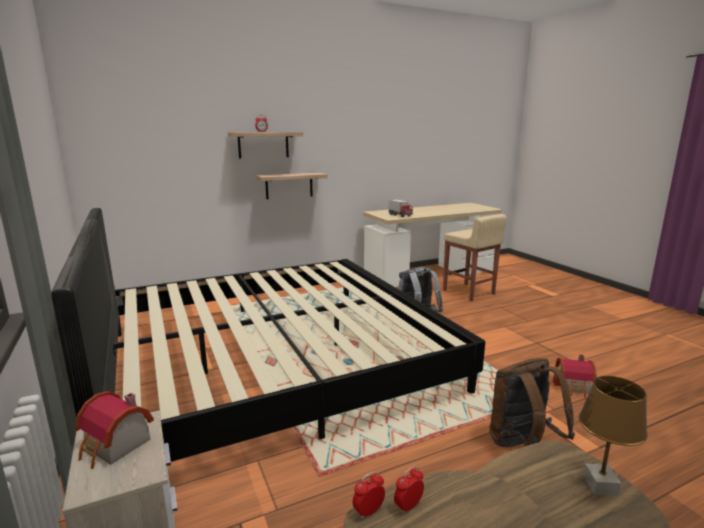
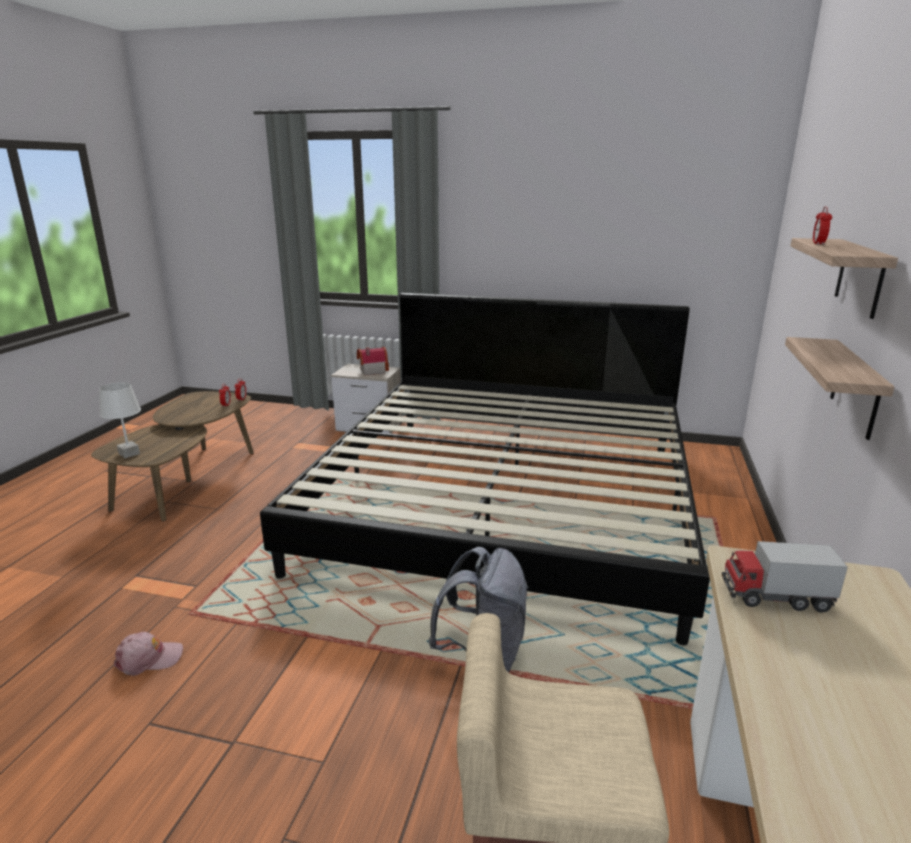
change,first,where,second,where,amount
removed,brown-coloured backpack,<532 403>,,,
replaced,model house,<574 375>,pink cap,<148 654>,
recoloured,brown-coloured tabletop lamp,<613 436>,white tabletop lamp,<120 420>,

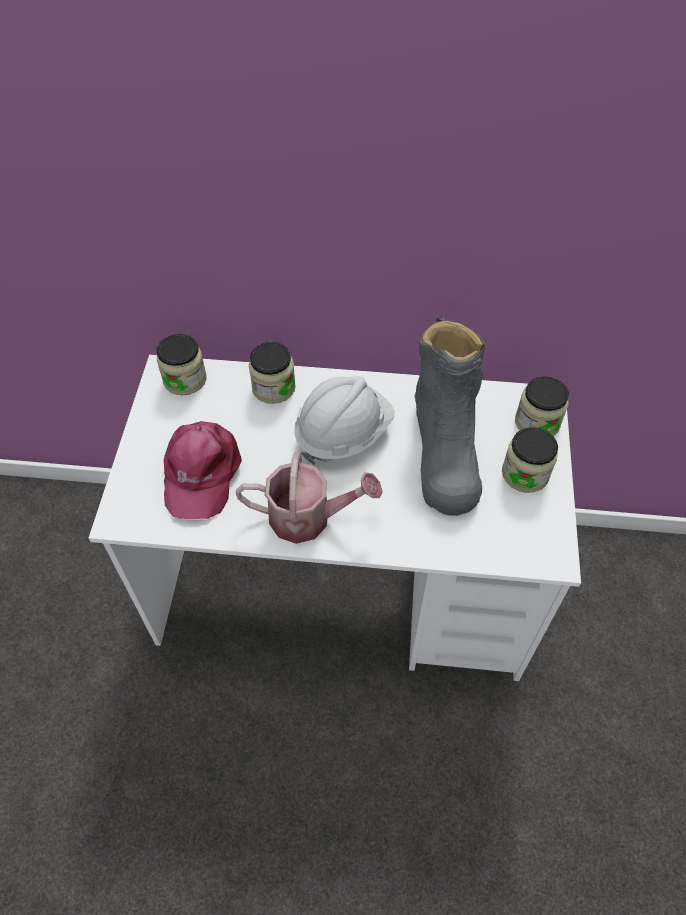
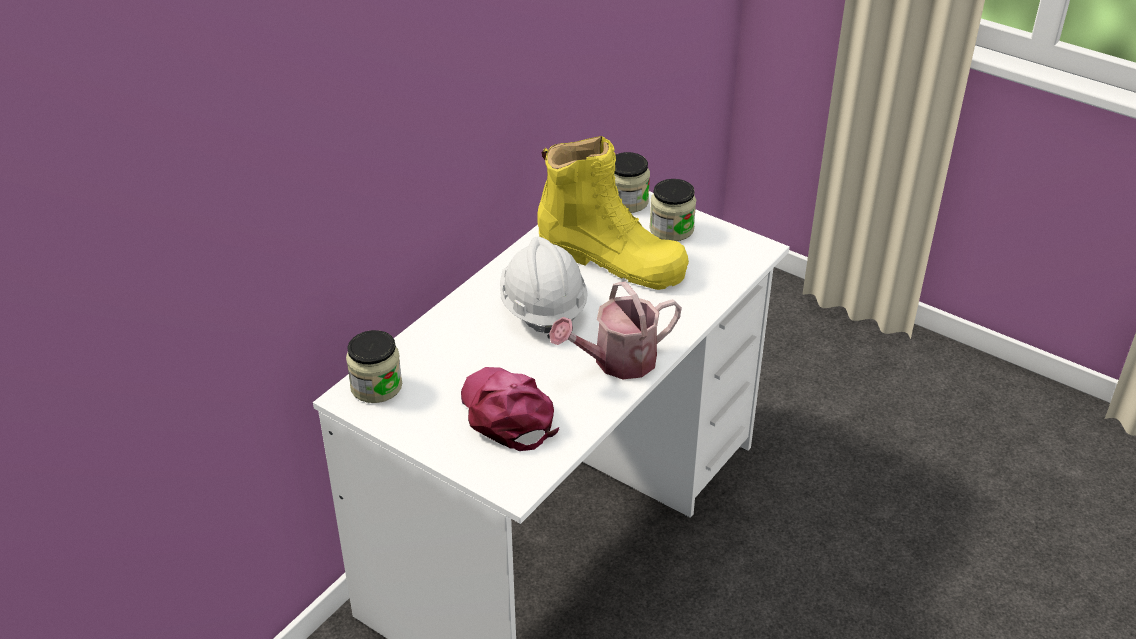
change,first,where,second,where,amount
turned,pink cap,<203 470>,,<510 409>,150 degrees counterclockwise
turned,sprinkling can,<308 498>,,<615 330>,150 degrees counterclockwise
removed,jar,<272 373>,,,
recoloured,gray tall boot,<450 416>,yellowish tall boot,<613 213>,

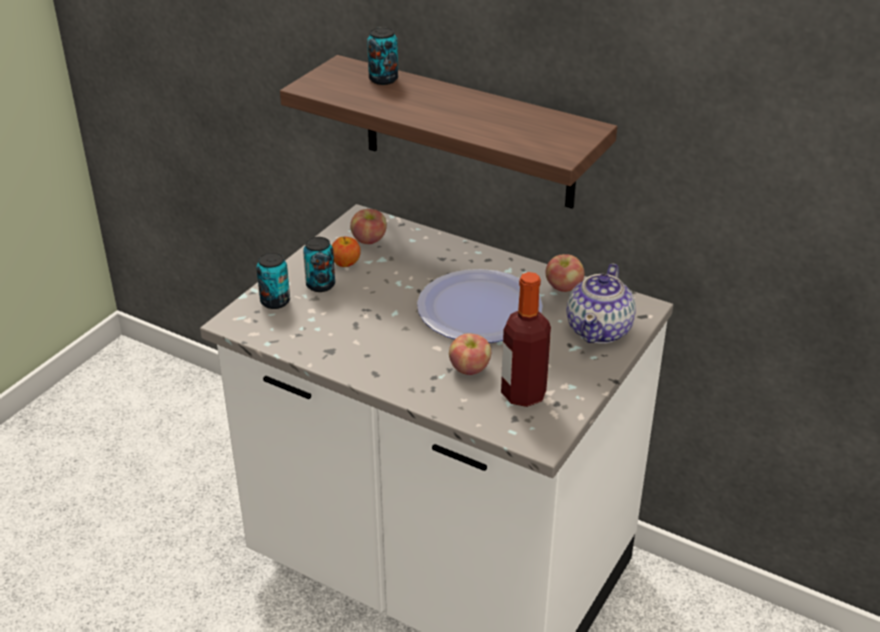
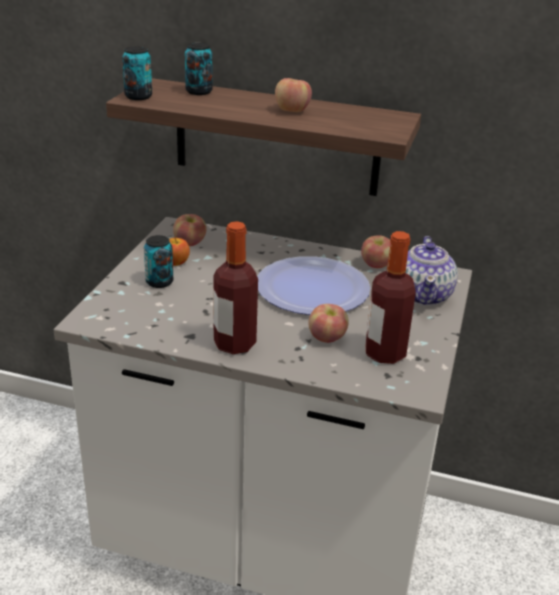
change,first,where,second,where,amount
moved,metal can,<273 281>,,<137 73>,
added,,,drink bottle,<235 287>,
added,,,apple,<293 95>,

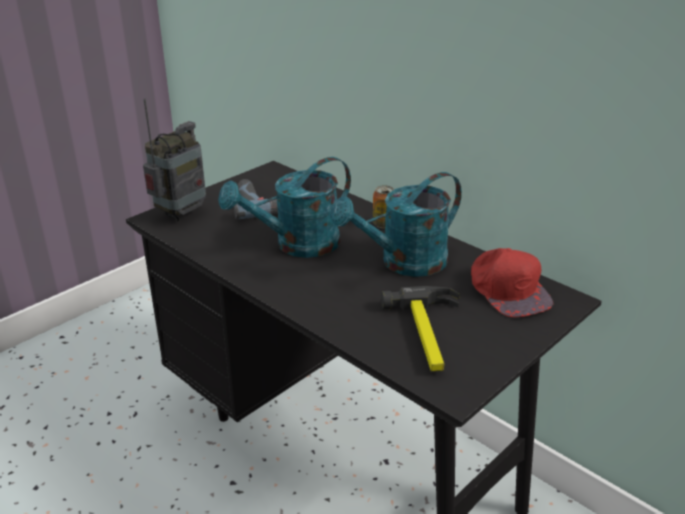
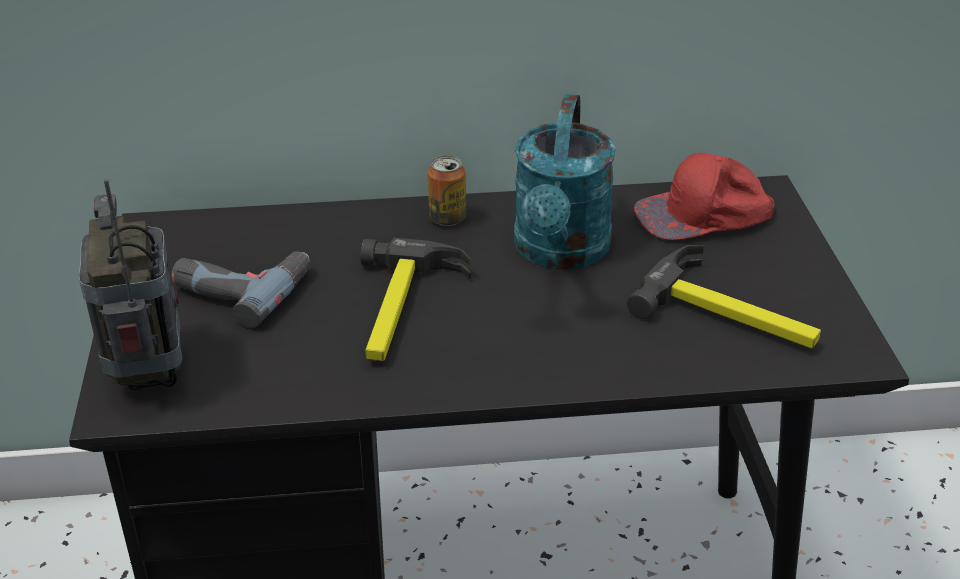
change,first,where,second,where,amount
replaced,turquoise sprinkling can,<284 207>,hammer,<415 299>,
turned,red cap,<512 282>,,<704 196>,150 degrees clockwise

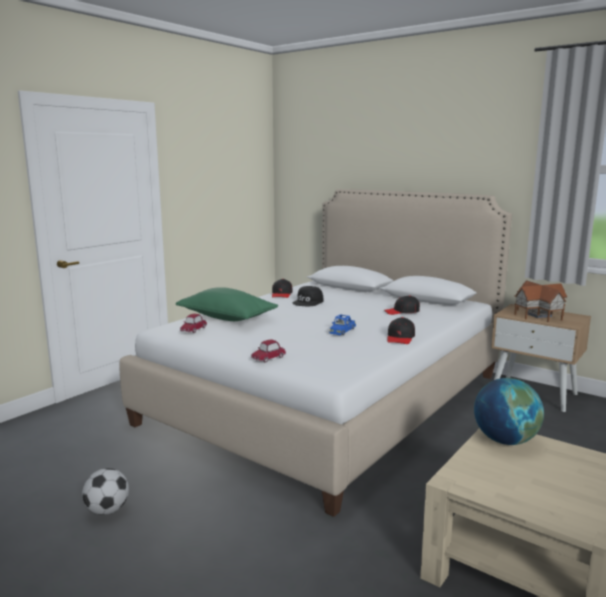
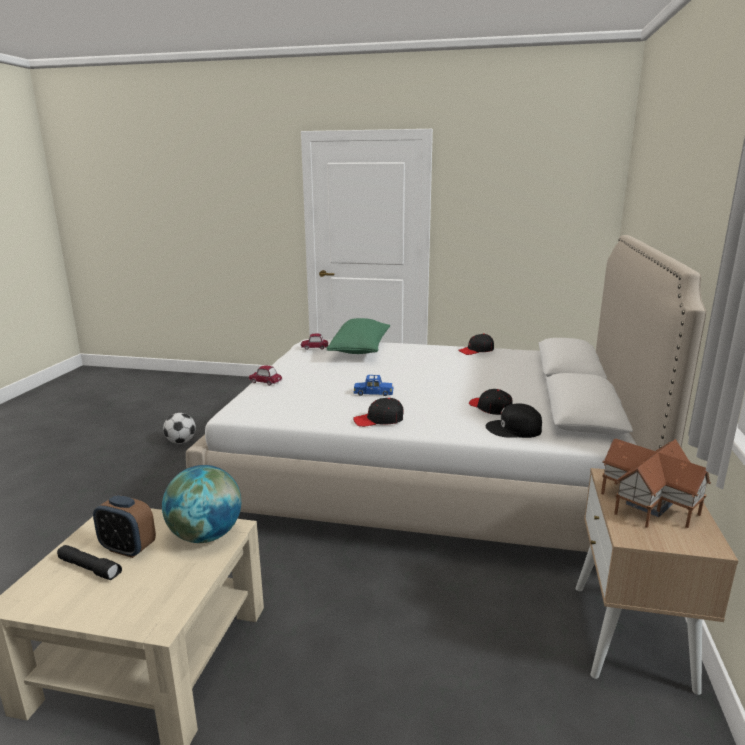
change,first,where,second,where,amount
moved,blackish cap,<307 296>,,<514 420>,
added,,,blackish torch,<89 562>,
added,,,table clock,<124 526>,

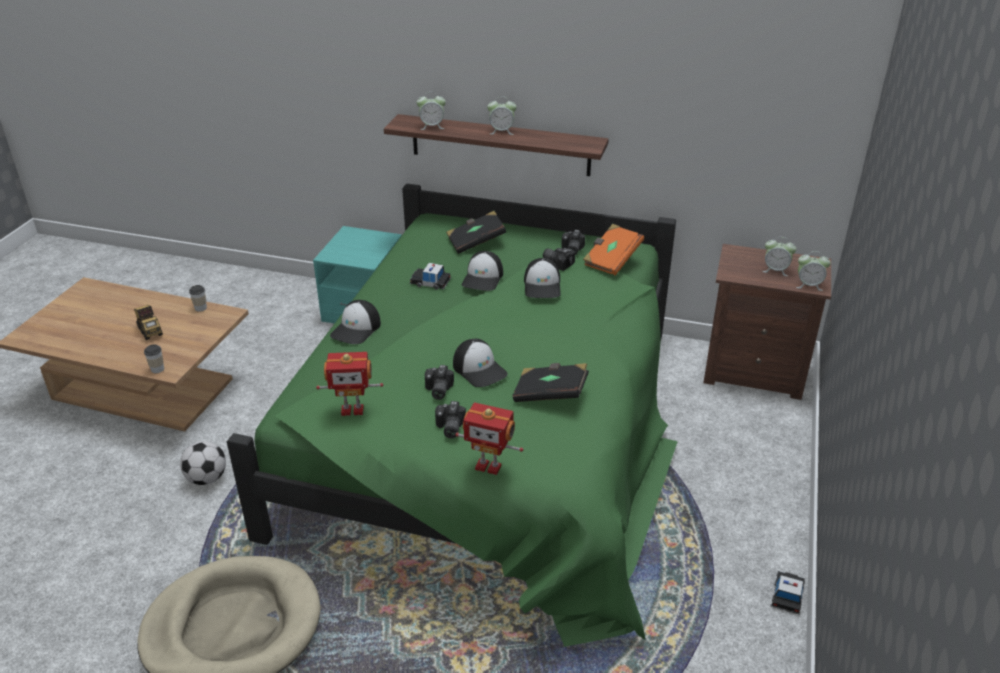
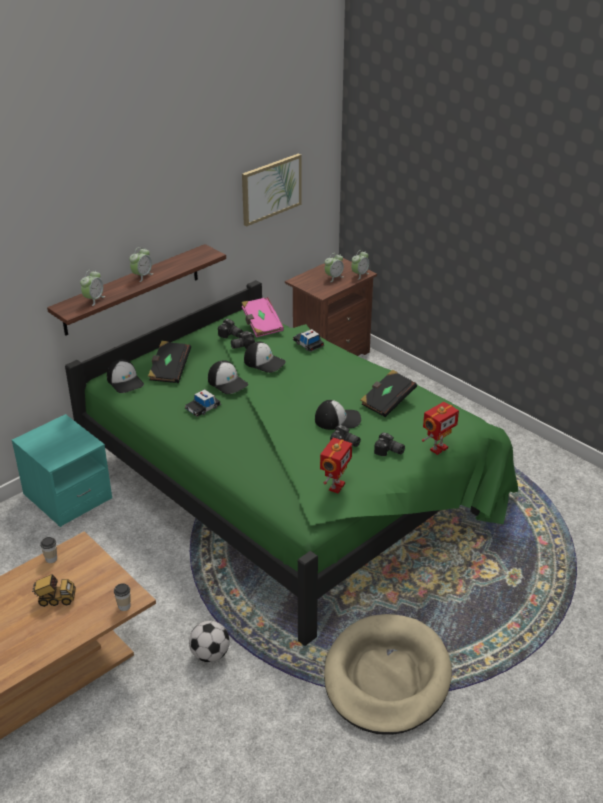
change,first,where,second,where,amount
moved,cap,<355 322>,,<125 376>,
recoloured,orange-coloured bound book,<613 249>,pink bound book,<262 317>,
moved,miniature car,<787 593>,,<309 340>,
added,,,wall picture,<271 189>,

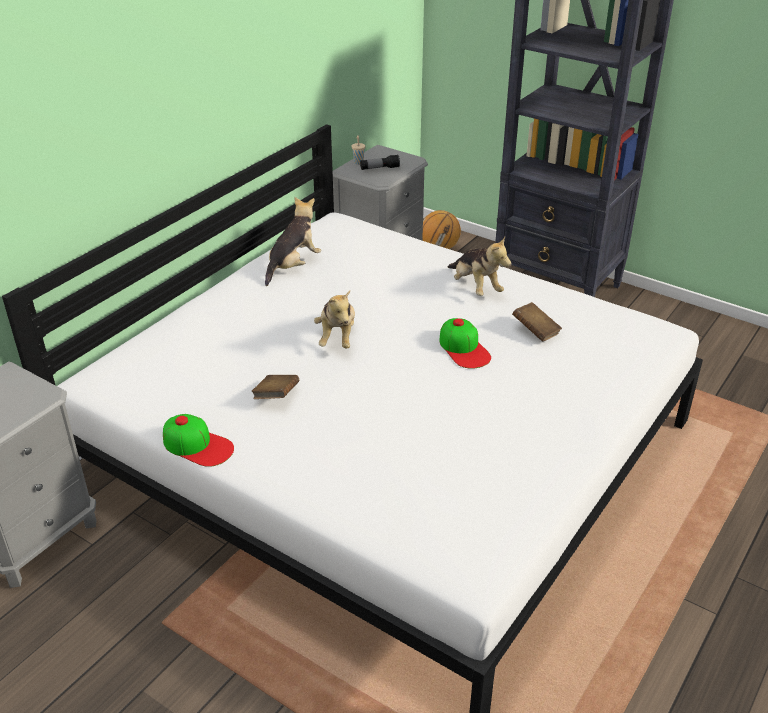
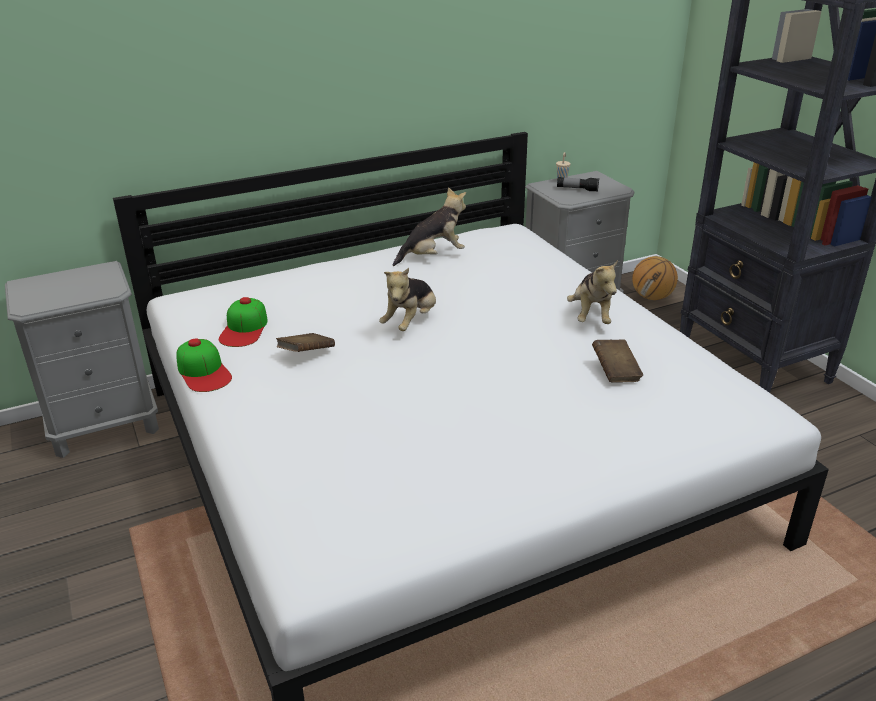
change,first,where,second,where,amount
moved,cap,<465 343>,,<243 322>,

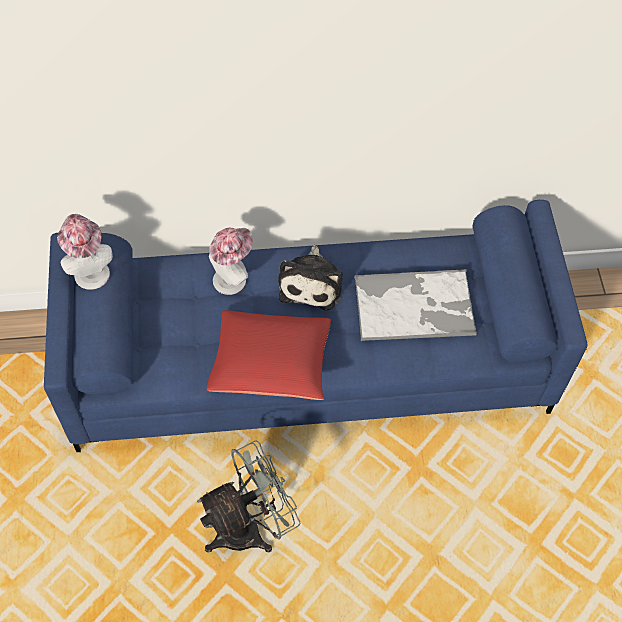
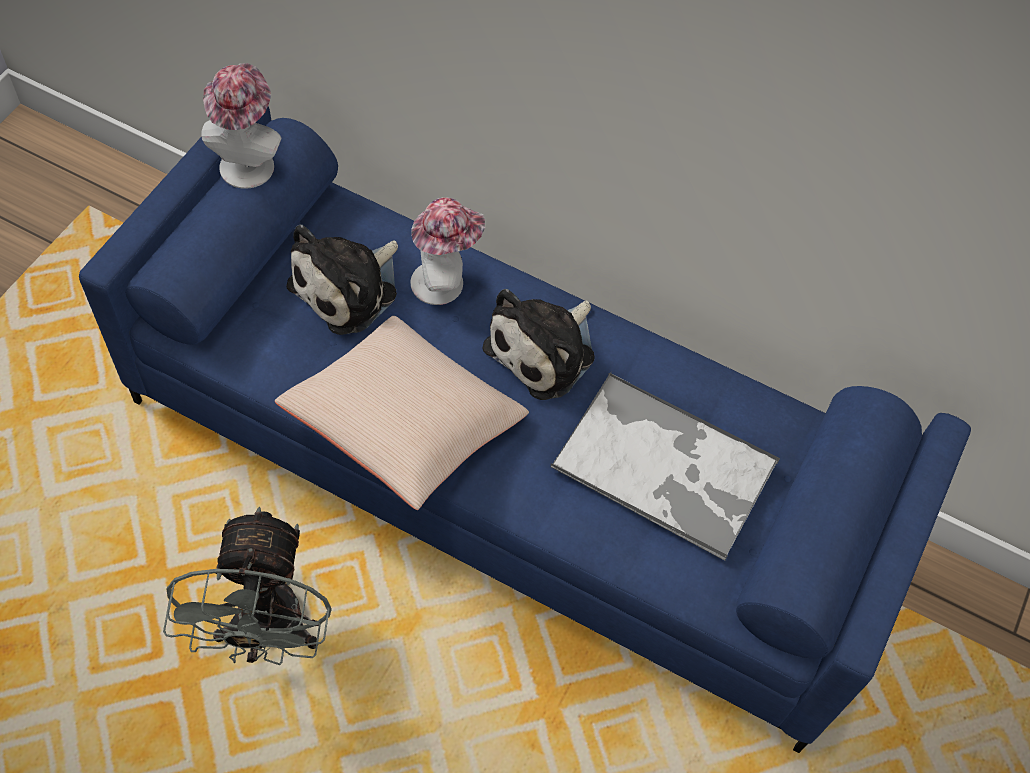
change,first,where,second,where,amount
turned,gray cooling fan,<249 496>,,<247 586>,90 degrees clockwise
recoloured,red throw pillow,<269 355>,sand-coloured throw pillow,<402 413>,
added,,,cuddly toy,<342 280>,

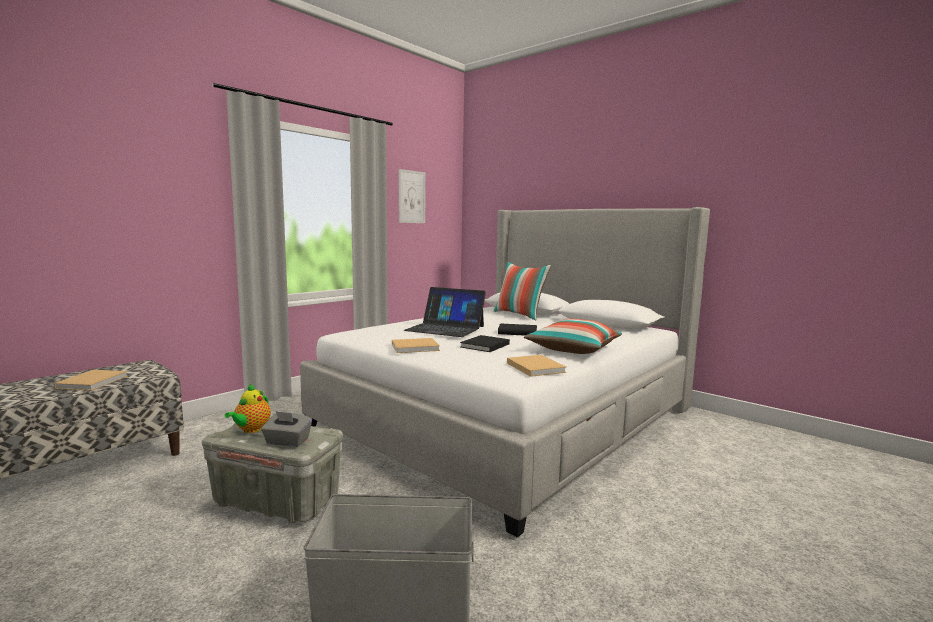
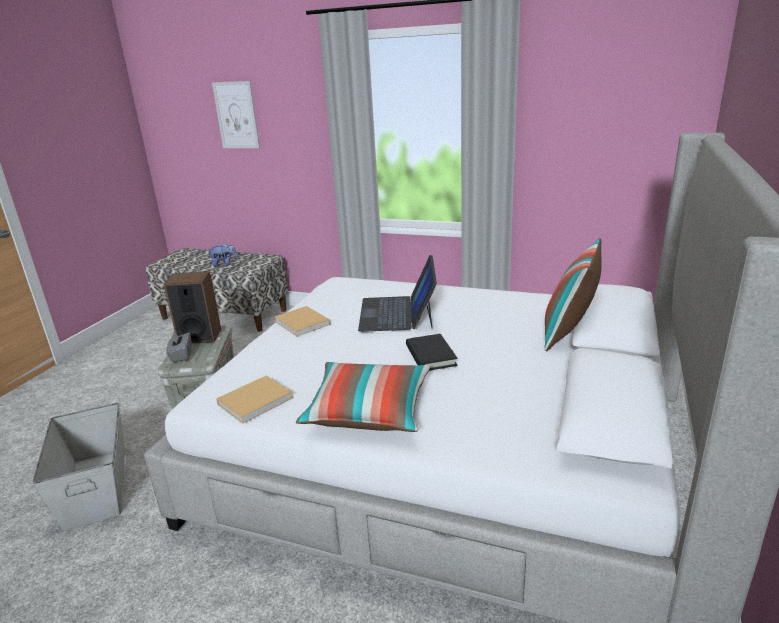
change,first,where,second,where,amount
replaced,sand-coloured bound book,<91 380>,cuddly toy,<223 255>,
replaced,pot for tea,<247 408>,audio speaker,<192 307>,
moved,wall picture,<412 196>,,<236 114>,
removed,blackish bound book,<485 343>,,,

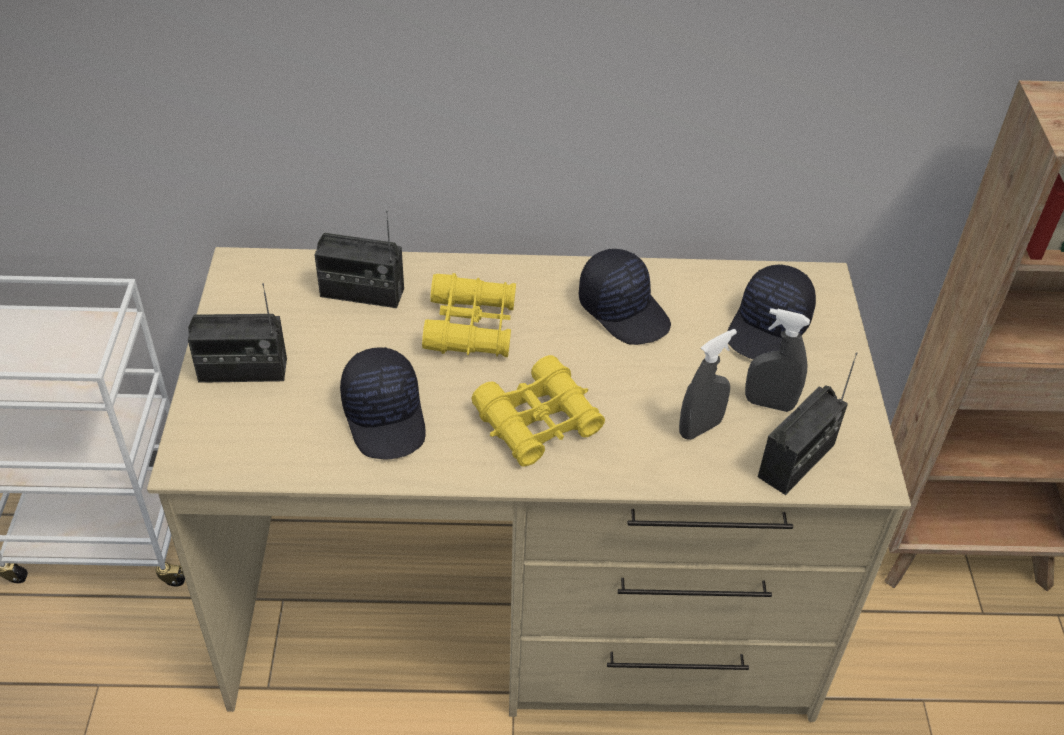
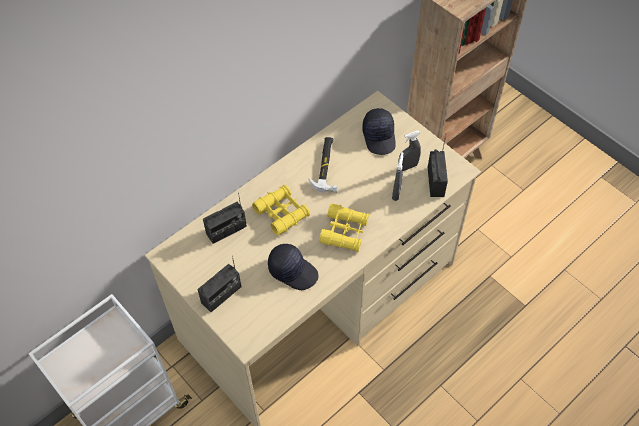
change,first,where,second,where,amount
replaced,blackish cap,<625 297>,hammer,<323 165>,

